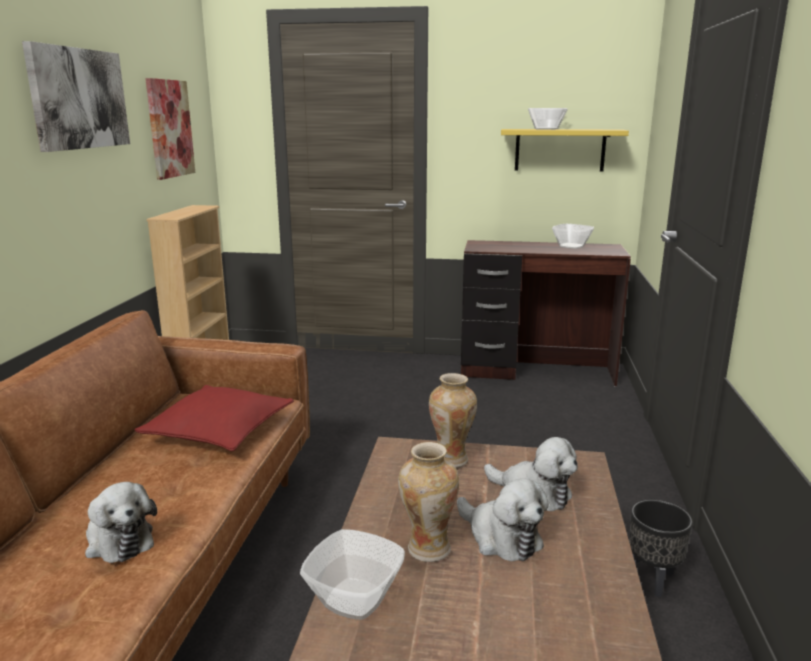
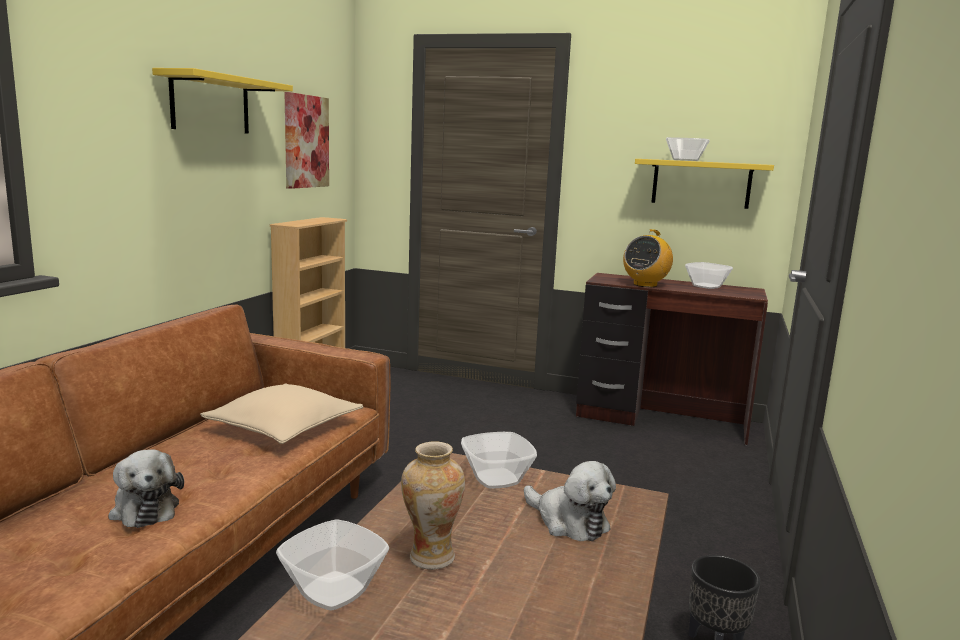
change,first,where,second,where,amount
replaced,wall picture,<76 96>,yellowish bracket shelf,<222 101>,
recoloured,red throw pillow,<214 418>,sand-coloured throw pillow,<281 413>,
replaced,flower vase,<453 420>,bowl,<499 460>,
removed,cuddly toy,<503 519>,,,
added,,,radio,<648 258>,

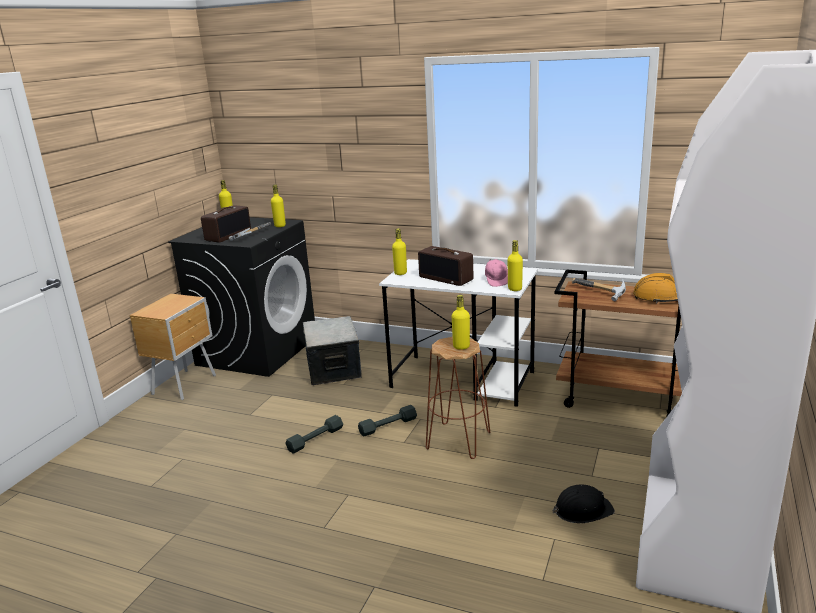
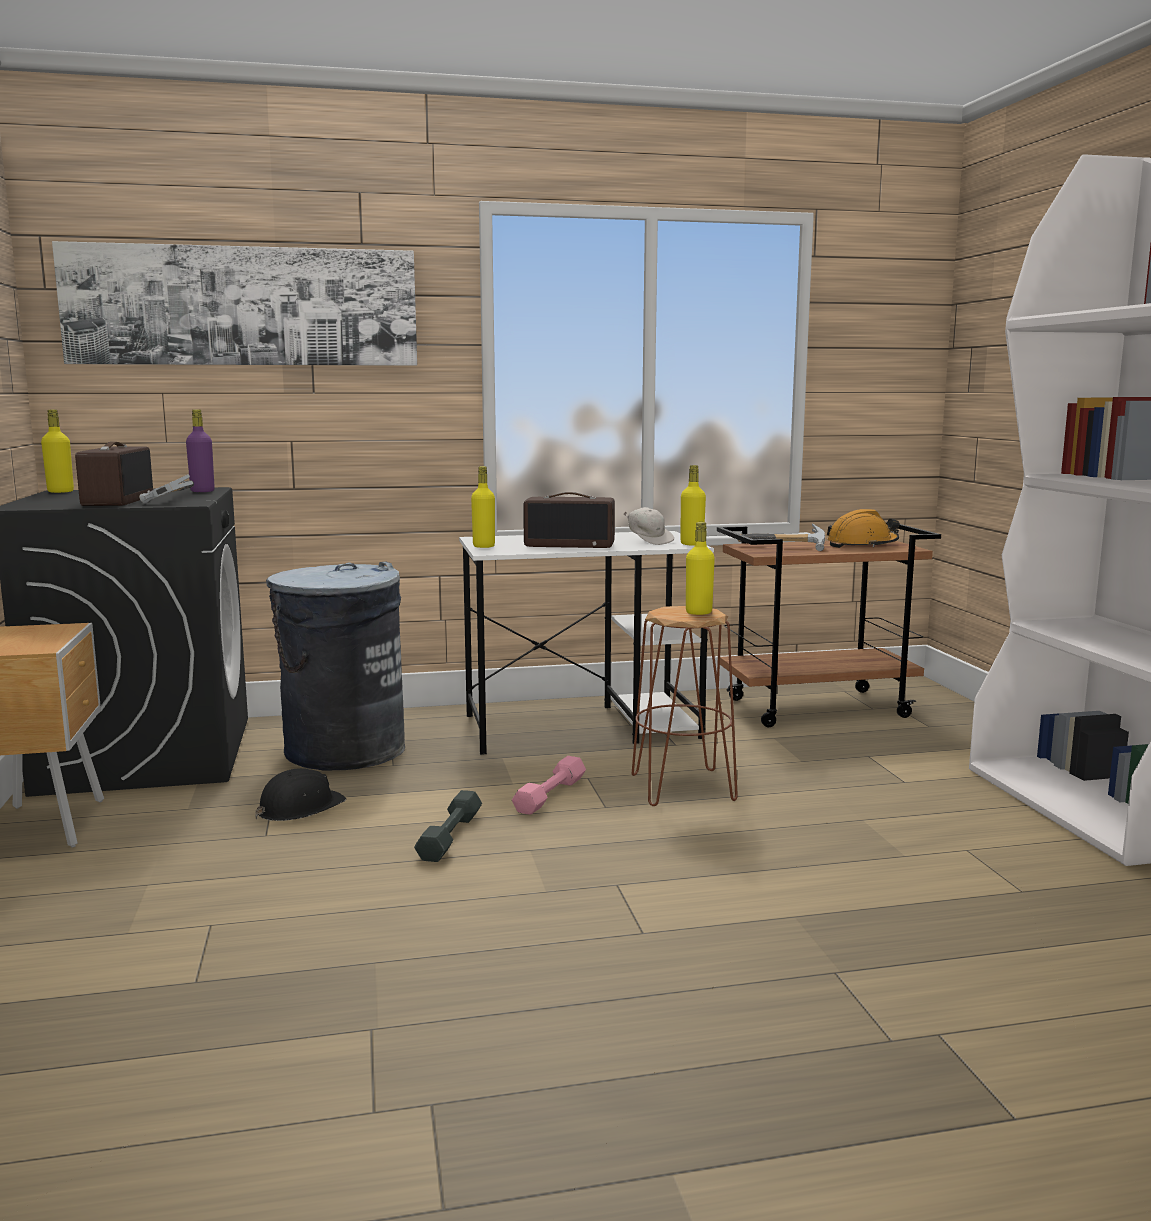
change,first,where,second,where,amount
recoloured,yellowish drink bottle,<278 205>,purple-coloured drink bottle,<200 450>,
replaced,storage bin,<332 350>,gray trash can,<335 666>,
recoloured,gray dumbbell,<387 420>,pink dumbbell,<549 785>,
recoloured,pink cap,<496 273>,white cap,<649 526>,
moved,blackish hard hat,<584 503>,,<300 794>,
added,,,wall picture,<234 303>,

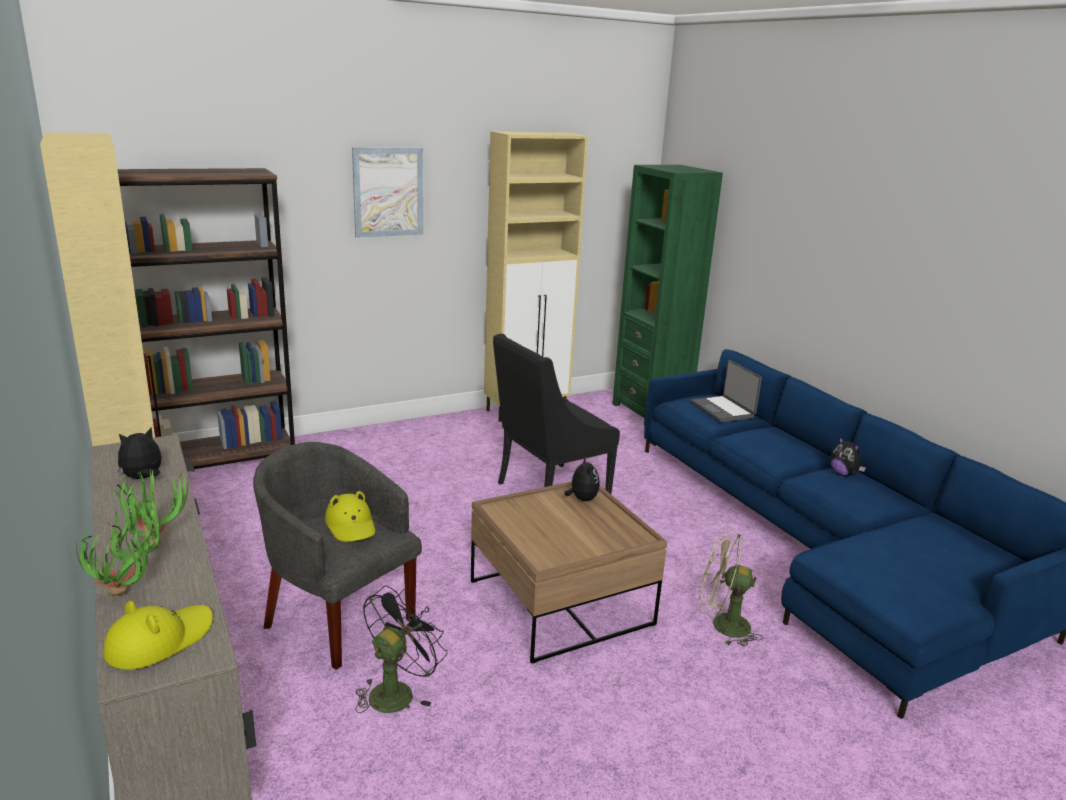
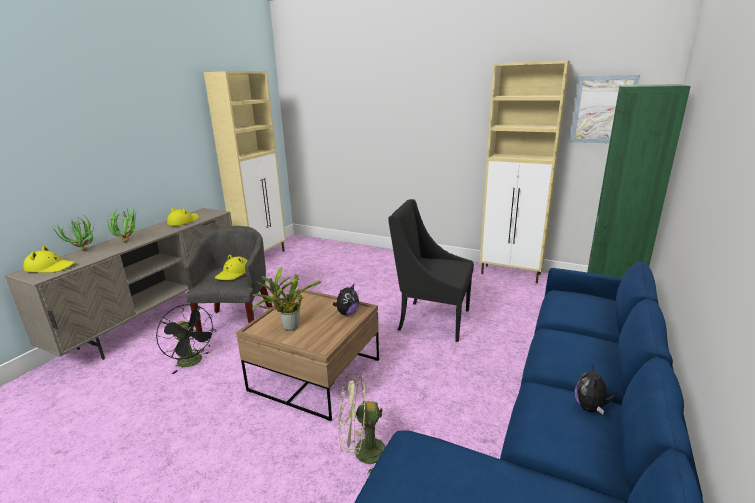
change,first,where,second,where,amount
removed,brown-coloured bookcase,<206 318>,,,
replaced,cuddly toy,<140 453>,yellowish clothing hat,<183 216>,
moved,wall picture,<387 192>,,<605 109>,
turned,blackish cooling fan,<401 649>,,<186 339>,45 degrees clockwise
removed,laptop,<726 391>,,,
turned,green cooling fan,<731 588>,,<362 424>,75 degrees counterclockwise
added,,,potted plant,<287 299>,

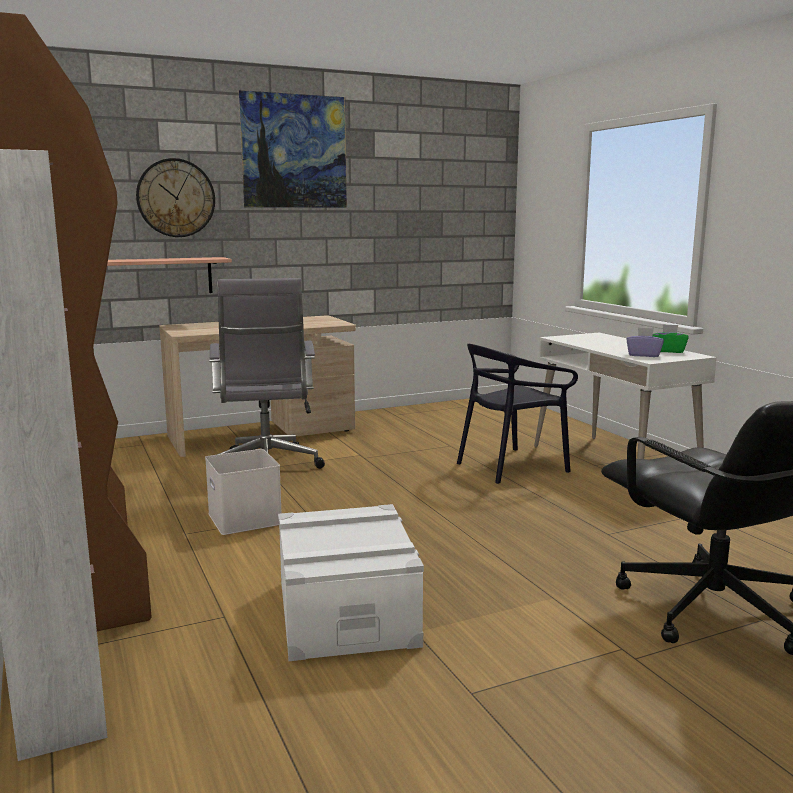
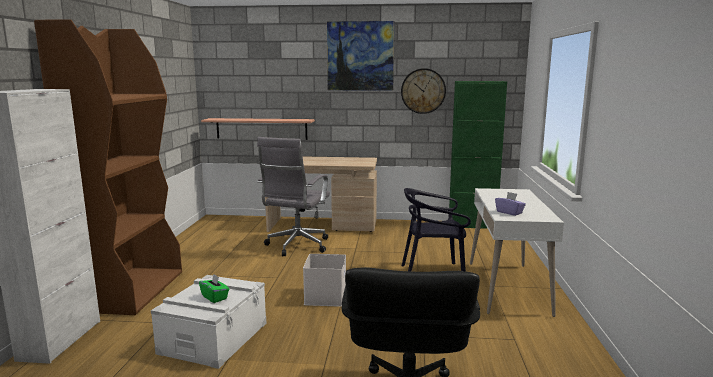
change,first,where,second,where,amount
moved,hanging clock,<175 197>,,<423 91>,
moved,white storage bin,<243 492>,,<324 280>,
moved,green tissue box,<670 338>,,<214 288>,
added,,,green cupboard,<478 155>,

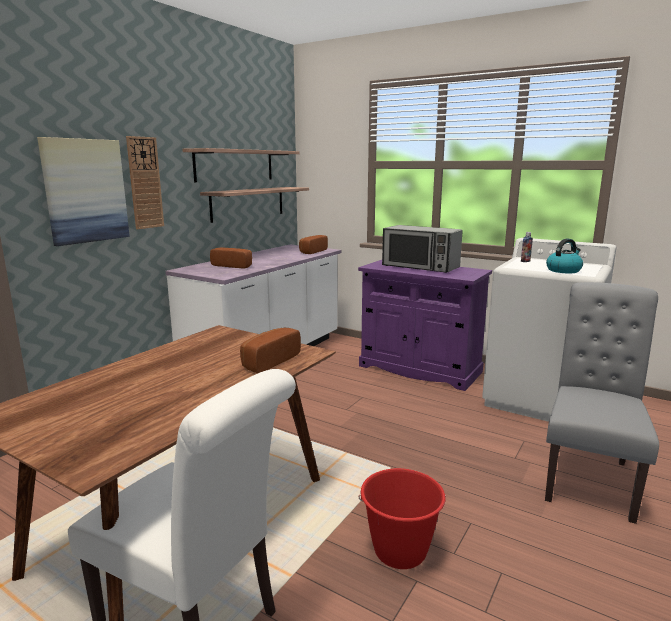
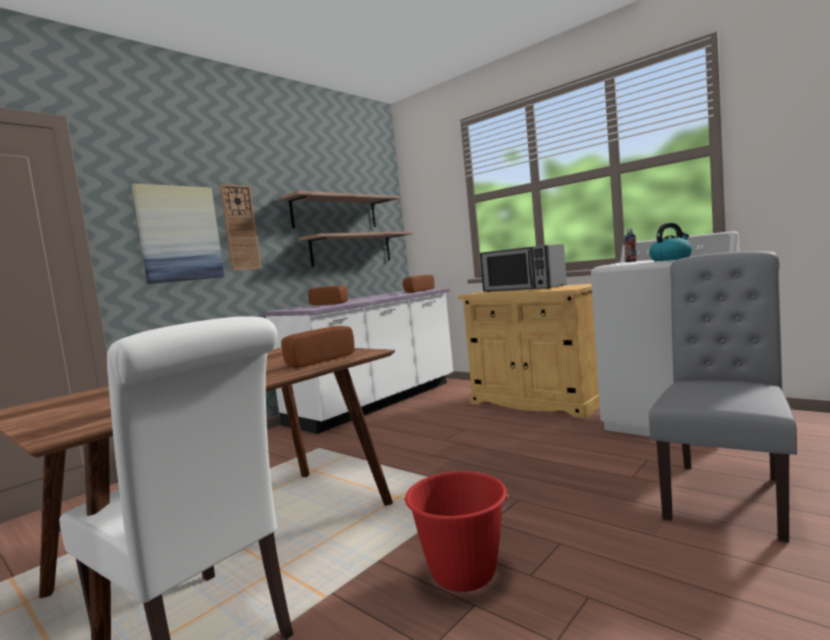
change,first,where,second,where,amount
recoloured,purple-coloured cupboard,<425 325>,sand-coloured cupboard,<529 351>,

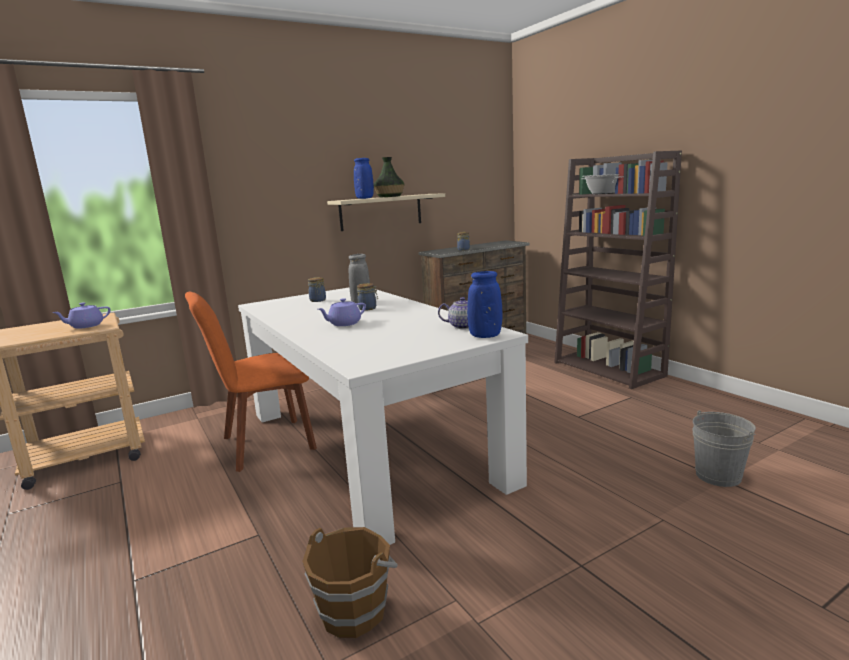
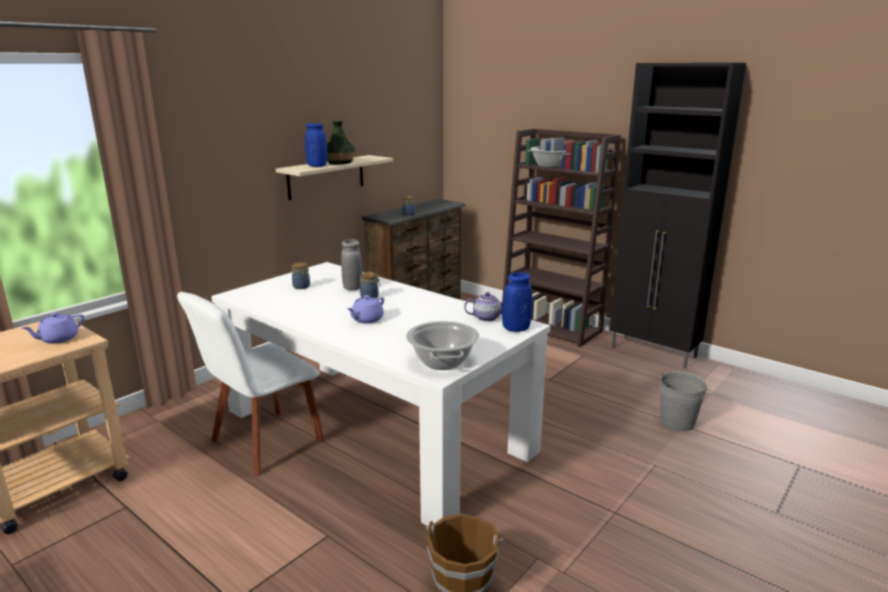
change,first,where,second,where,amount
recoloured,orange-coloured upright chair,<251 381>,white upright chair,<250 384>,
added,,,cooking pot,<442 345>,
added,,,blackish cupboard,<678 216>,

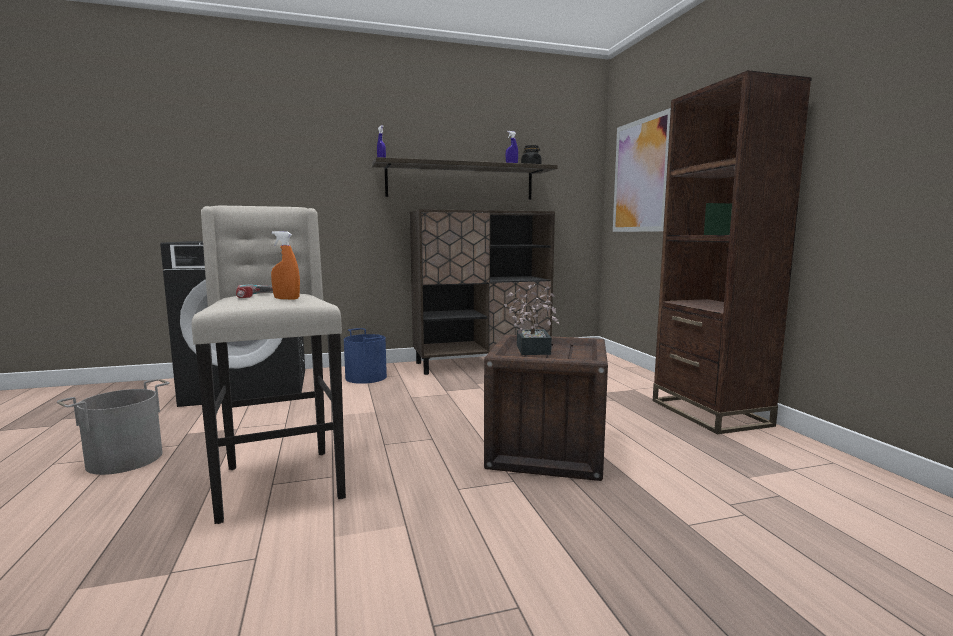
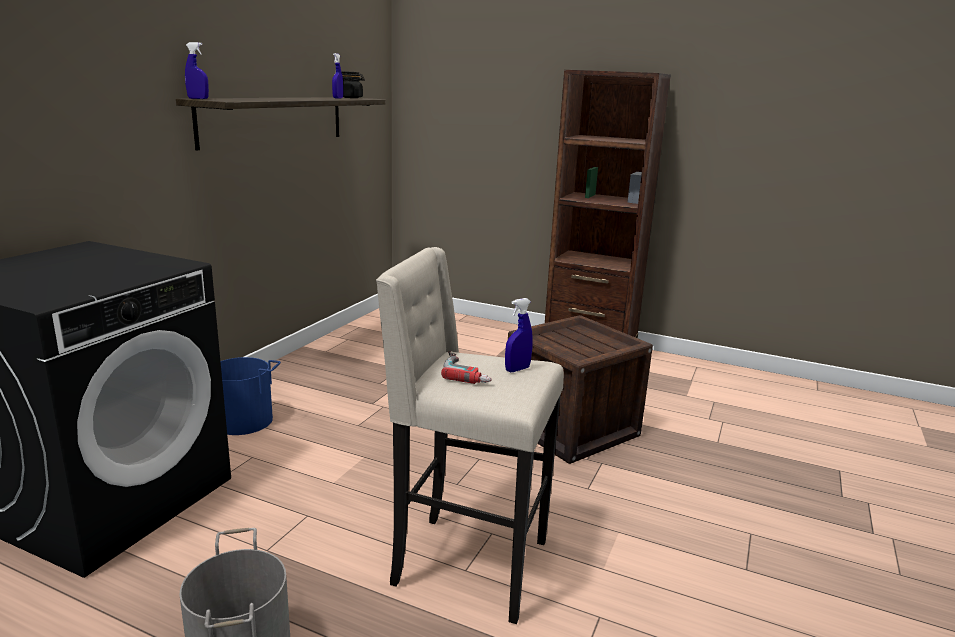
change,first,where,second,where,amount
recoloured,orange-coloured sprayer,<285 265>,blue-coloured sprayer,<519 335>,
removed,brown-coloured cupboard,<482 292>,,,
removed,potted plant,<532 319>,,,
removed,wall picture,<642 170>,,,

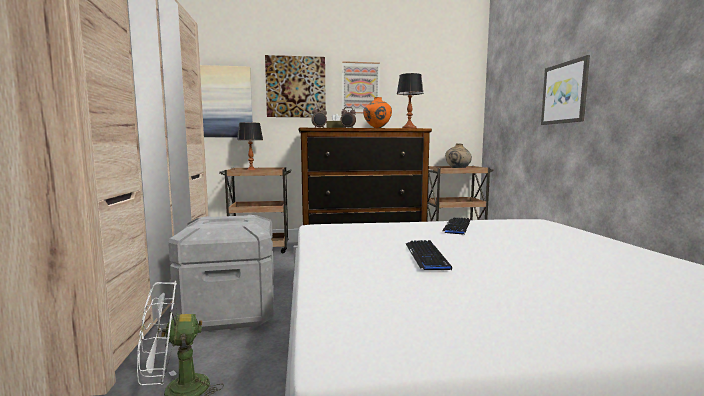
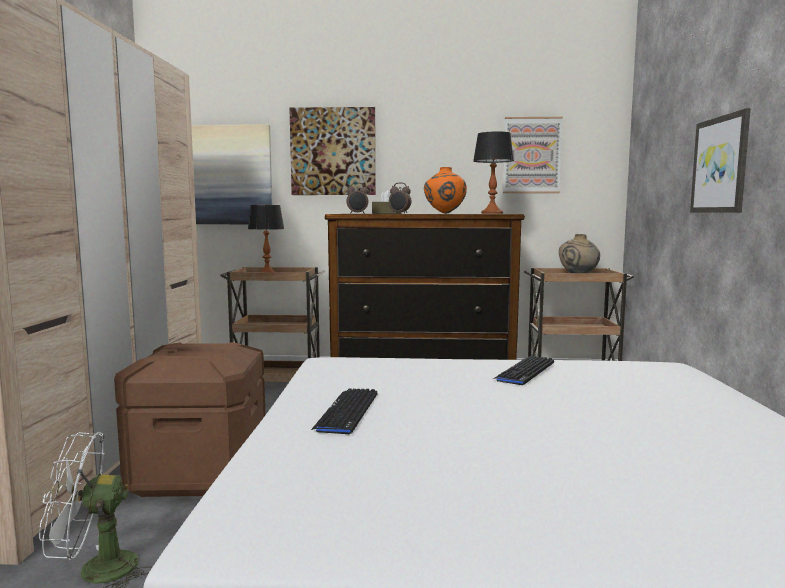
change,first,where,second,where,amount
recoloured,gray storage bin,<221 273>,brown-coloured storage bin,<189 419>,
moved,wall picture,<361 87>,,<533 155>,
moved,keyboard,<429 255>,,<344 412>,

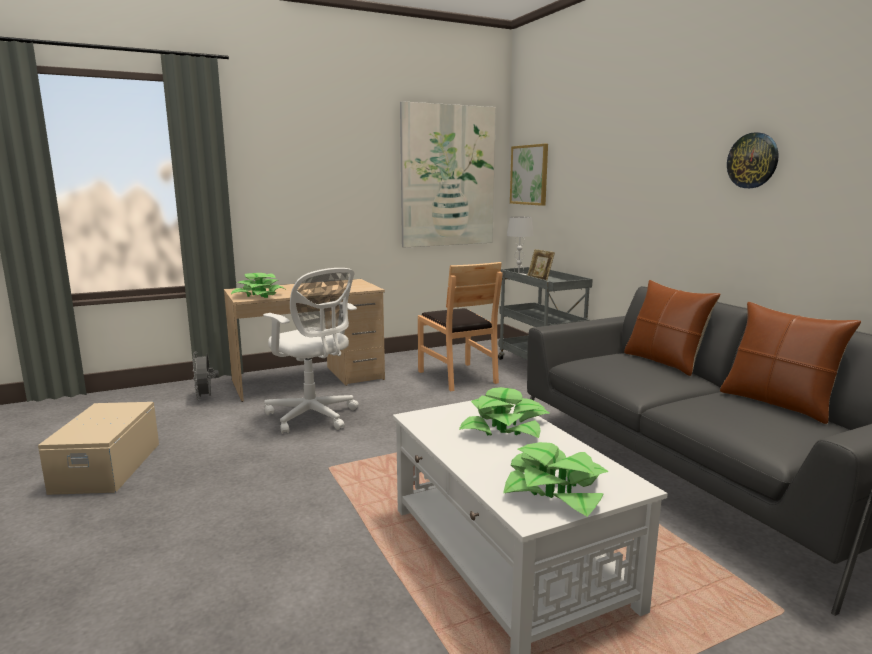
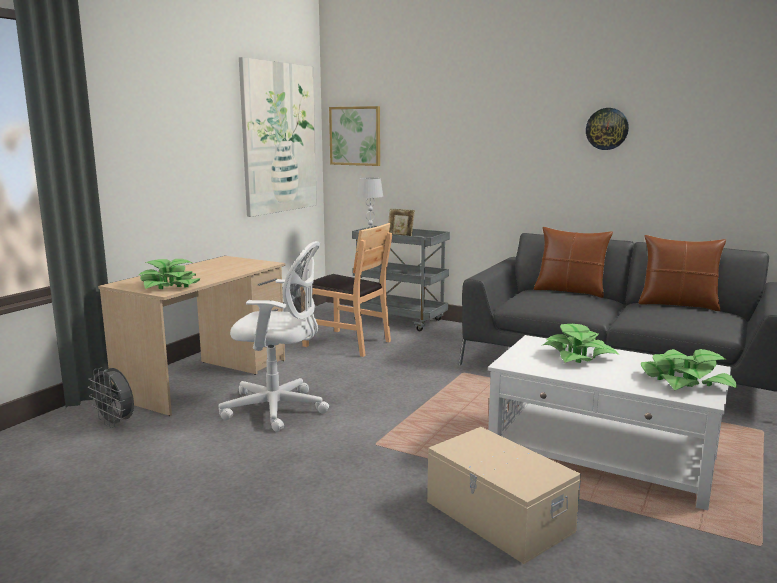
change,first,where,second,where,amount
moved,sand-coloured storage bin,<98 448>,,<504 495>,

